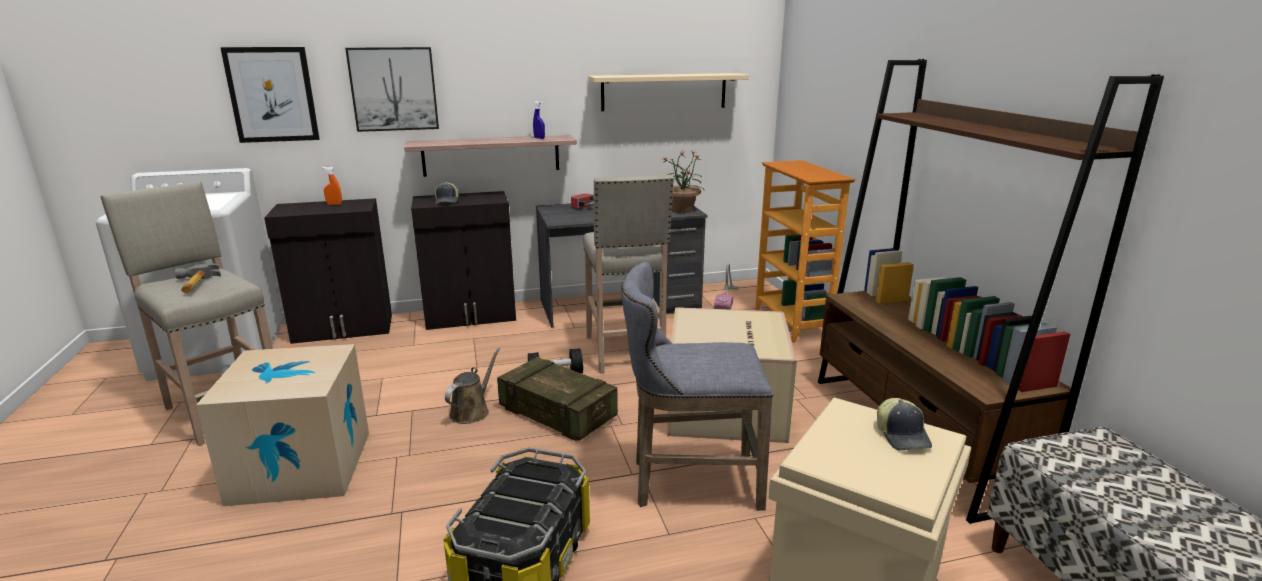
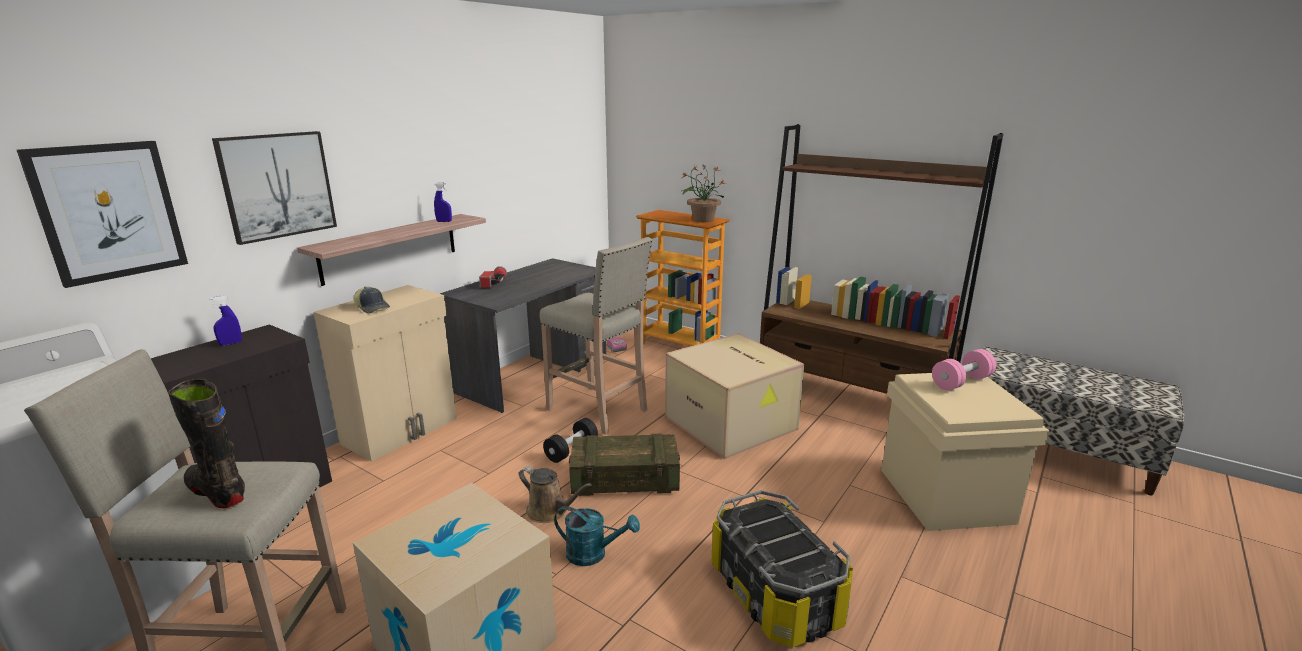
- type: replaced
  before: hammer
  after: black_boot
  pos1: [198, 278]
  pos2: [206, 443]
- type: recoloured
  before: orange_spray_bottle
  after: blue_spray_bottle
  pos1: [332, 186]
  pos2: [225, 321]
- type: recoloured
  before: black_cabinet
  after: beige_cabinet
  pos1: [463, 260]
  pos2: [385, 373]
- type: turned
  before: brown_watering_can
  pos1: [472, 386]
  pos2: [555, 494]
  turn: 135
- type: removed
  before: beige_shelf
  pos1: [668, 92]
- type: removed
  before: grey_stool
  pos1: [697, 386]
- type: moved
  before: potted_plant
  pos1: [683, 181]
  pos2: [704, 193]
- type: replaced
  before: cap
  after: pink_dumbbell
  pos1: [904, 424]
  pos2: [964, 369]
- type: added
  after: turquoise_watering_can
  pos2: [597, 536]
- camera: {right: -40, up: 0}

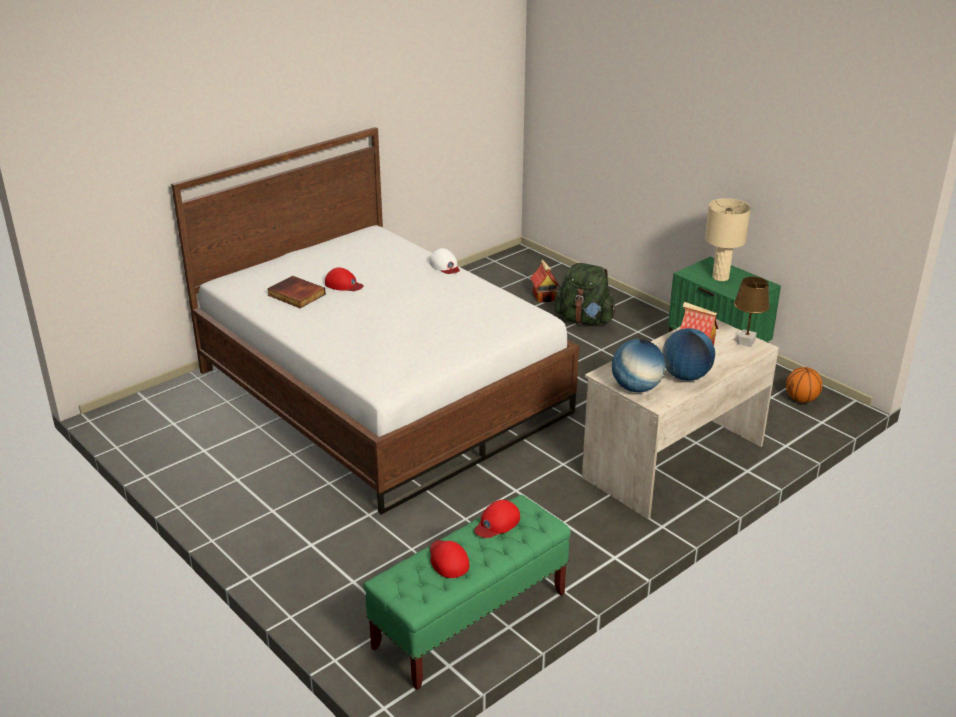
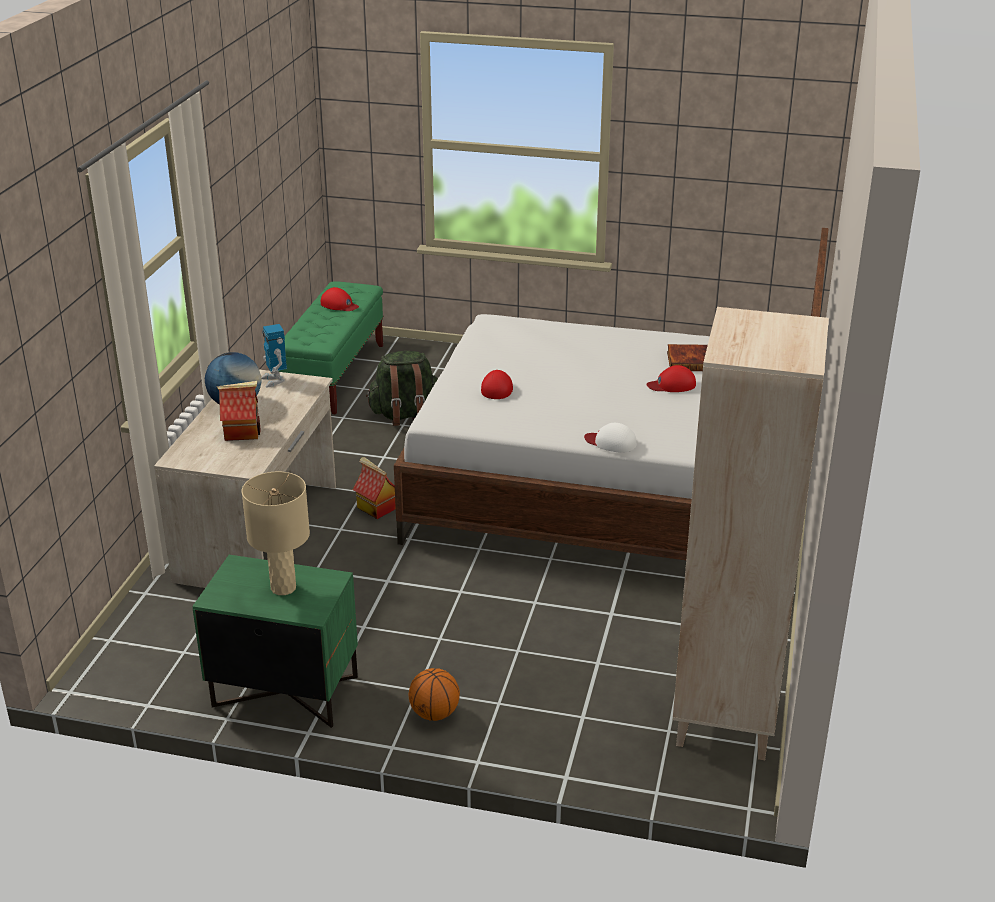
- type: moved
  before: red_cap
  pos1: [497, 519]
  pos2: [497, 384]
- type: moved
  before: toy_house
  pos1: [544, 281]
  pos2: [374, 488]
- type: moved
  before: green_backpack
  pos1: [585, 294]
  pos2: [402, 388]
- type: replaced
  before: globe
  after: toy_robot
  pos1: [638, 365]
  pos2: [274, 356]
- type: removed
  before: brown_table_lamp
  pos1: [752, 312]
- type: moved
  before: basketball
  pos1: [804, 385]
  pos2: [434, 694]
- type: added
  after: beige_bookcase
  pos2: [750, 533]
- camera: {right: 145, up: 0}

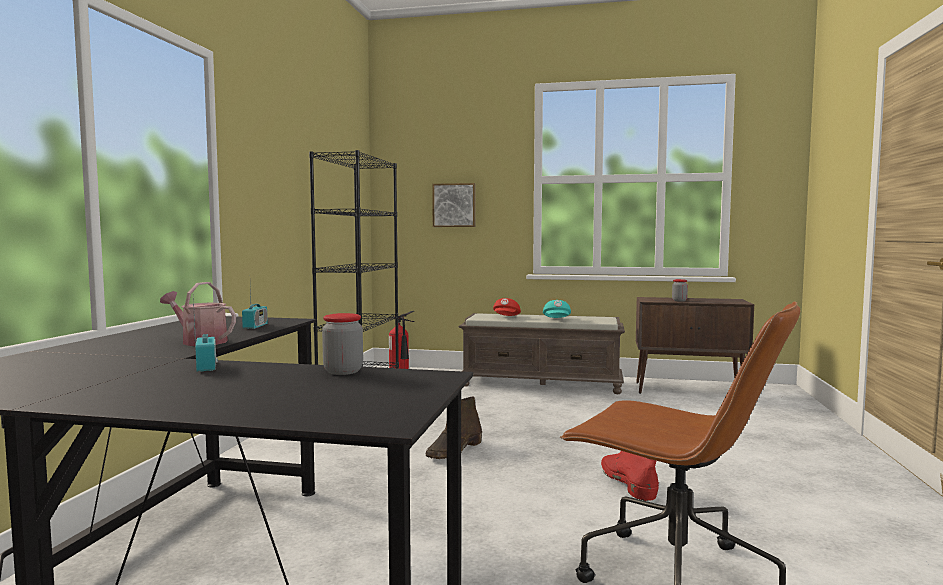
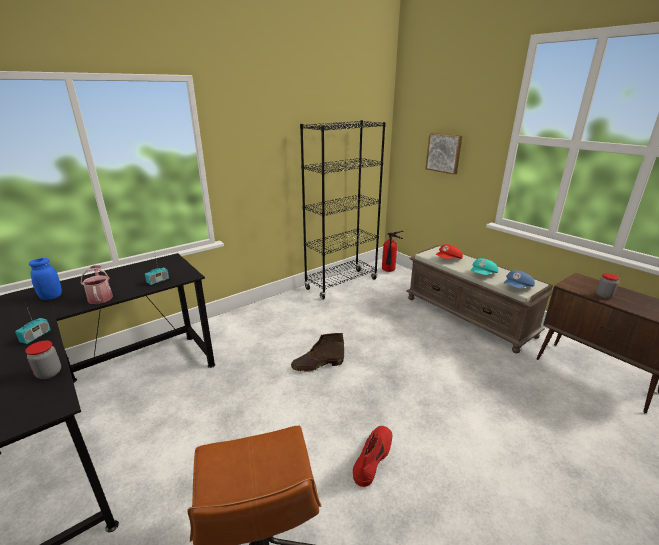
- type: added
  after: blue_jar
  pos2: [45, 279]
- type: added
  after: blue_cap
  pos2: [519, 279]
- camera: {right: 40, up: 20}

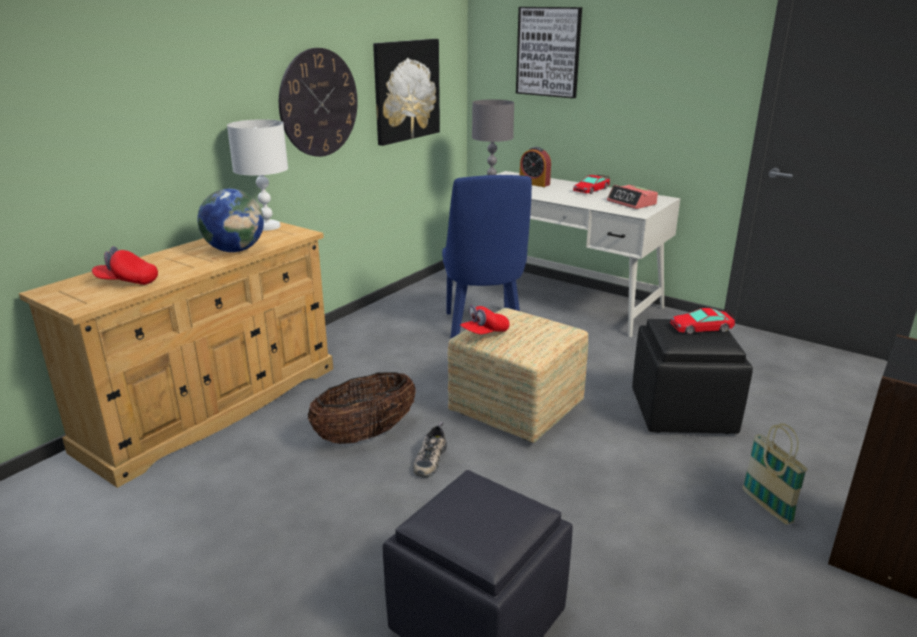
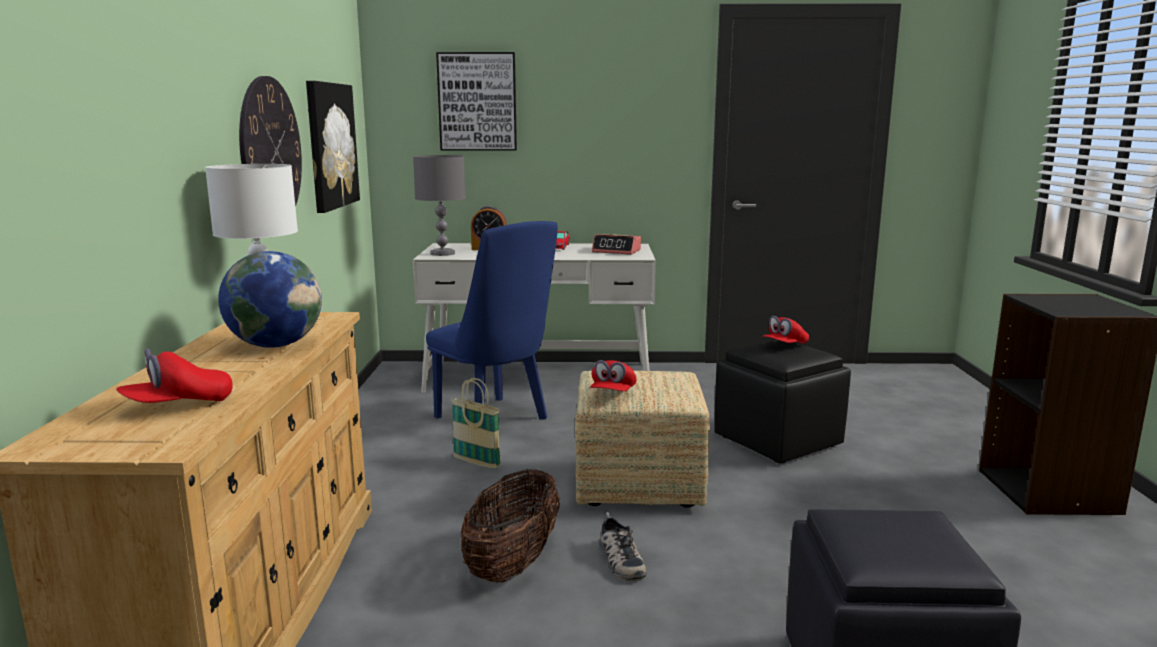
- type: replaced
  before: toy_car
  after: red_cap
  pos1: [702, 321]
  pos2: [785, 330]
- type: moved
  before: basket
  pos1: [775, 474]
  pos2: [476, 423]
- camera: {right: -35, up: -10}

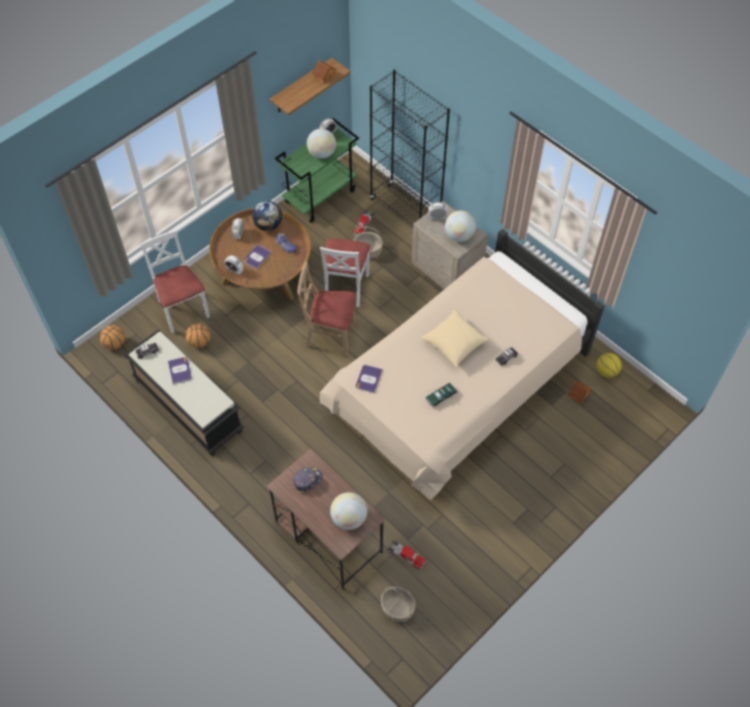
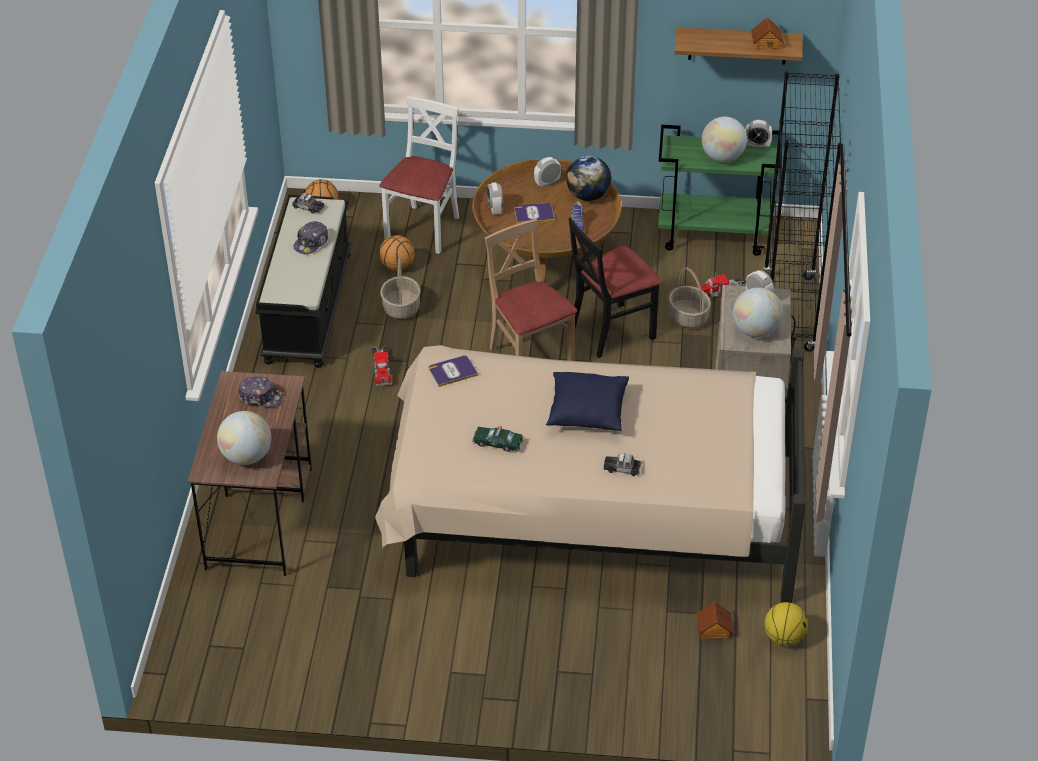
- type: replaced
  before: book
  after: cap
  pos1: [180, 370]
  pos2: [310, 238]
- type: recoloured
  before: white_chair
  after: black_chair
  pos1: [345, 273]
  pos2: [615, 287]
- type: moved
  before: basket
  pos1: [398, 604]
  pos2: [400, 288]
- type: moved
  before: toy_truck
  pos1: [406, 555]
  pos2: [382, 366]
- type: recoloured
  before: beige_pillow
  after: blue_pillow
  pos1: [455, 339]
  pos2: [587, 401]
- camera: {right: 50, up: -15}

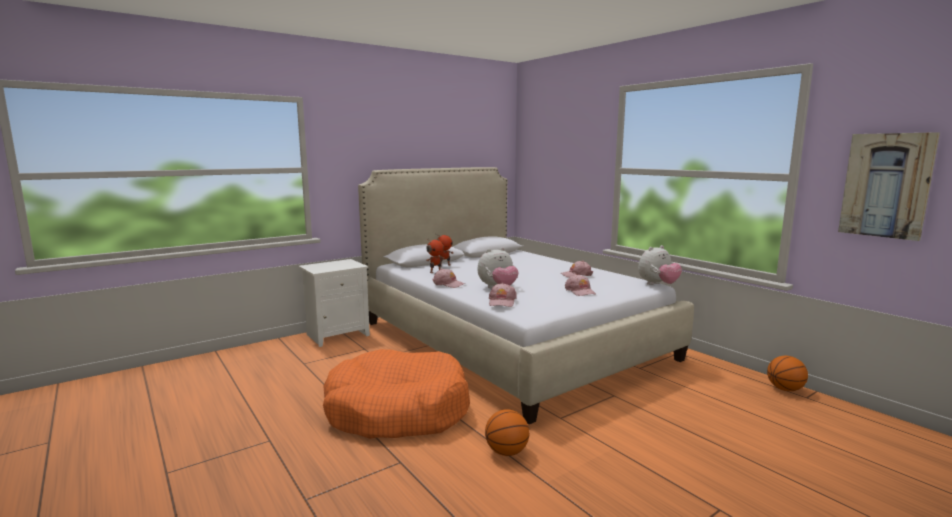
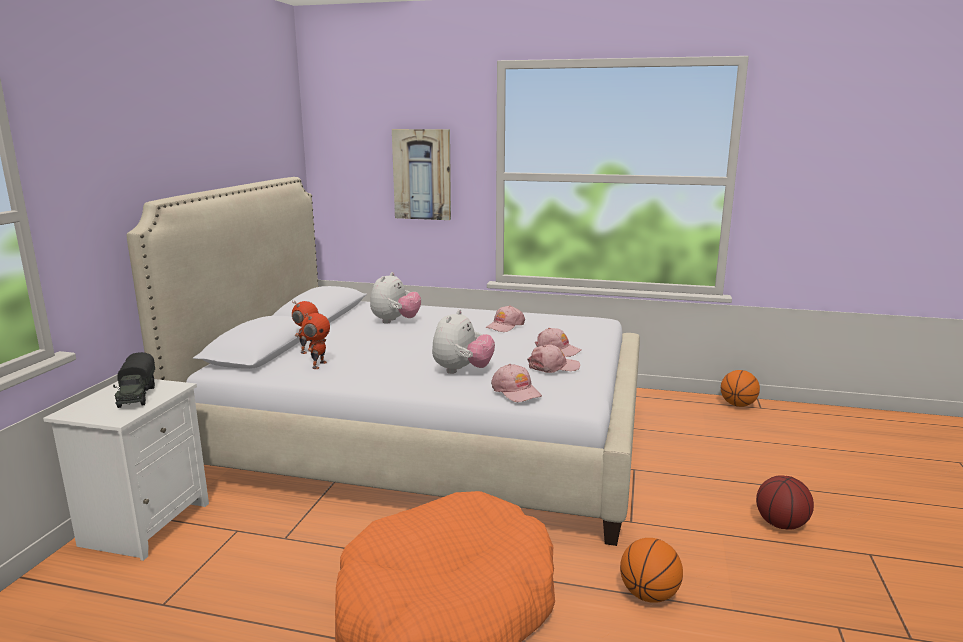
- type: moved
  before: pink_cap
  pos1: [448, 278]
  pos2: [553, 358]
- type: moved
  before: plush_toy
  pos1: [660, 265]
  pos2: [395, 298]
- type: moved
  before: picture
  pos1: [889, 186]
  pos2: [421, 174]
- type: added
  after: toy_truck
  pos2: [134, 380]
- type: added
  after: basketball
  pos2: [785, 502]
- camera: {right: -40, up: 5}

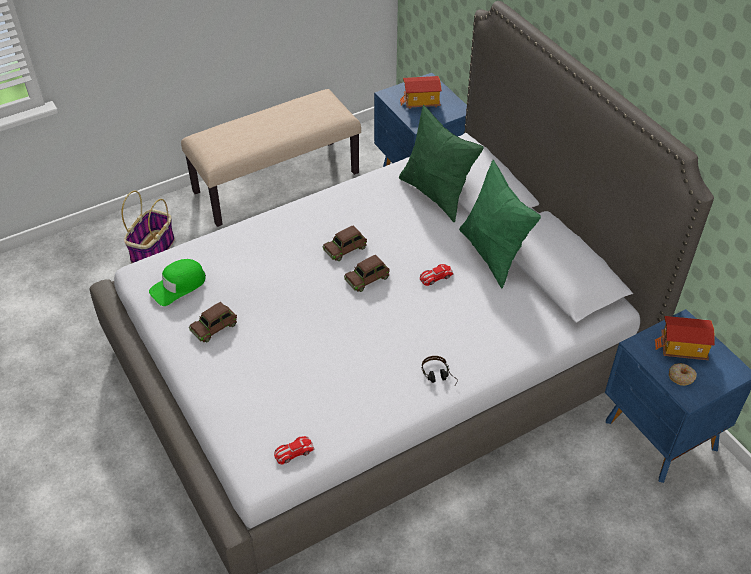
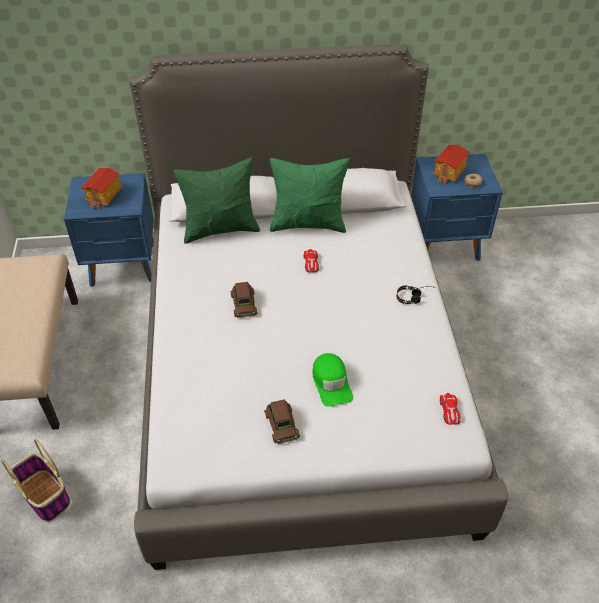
- type: moved
  before: green_cap
  pos1: [177, 282]
  pos2: [332, 380]
- type: removed
  before: brown_toy_car
  pos1: [367, 273]
- camera: {right: -65, up: 0}

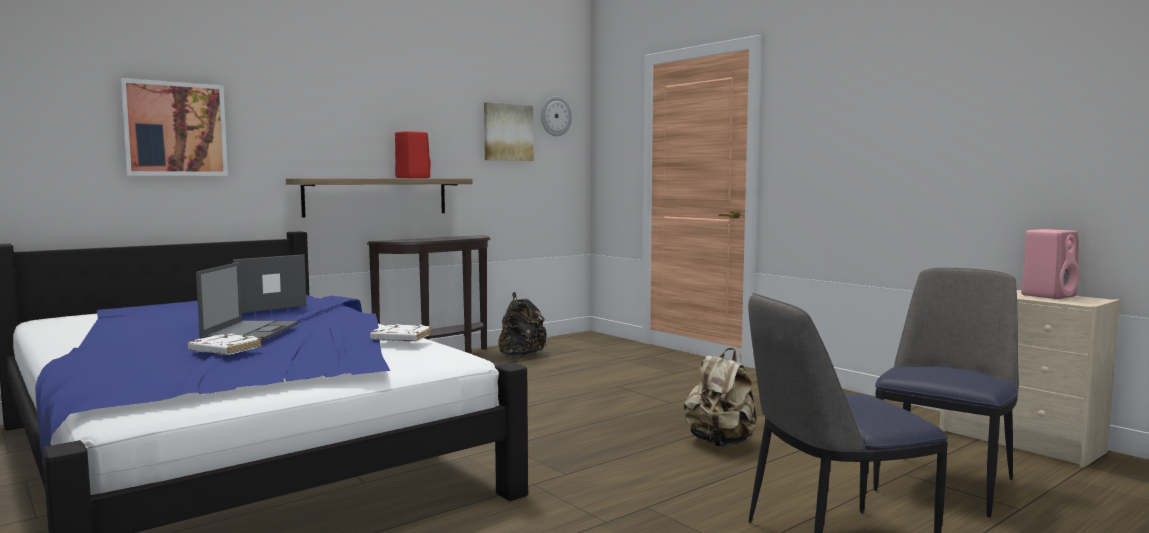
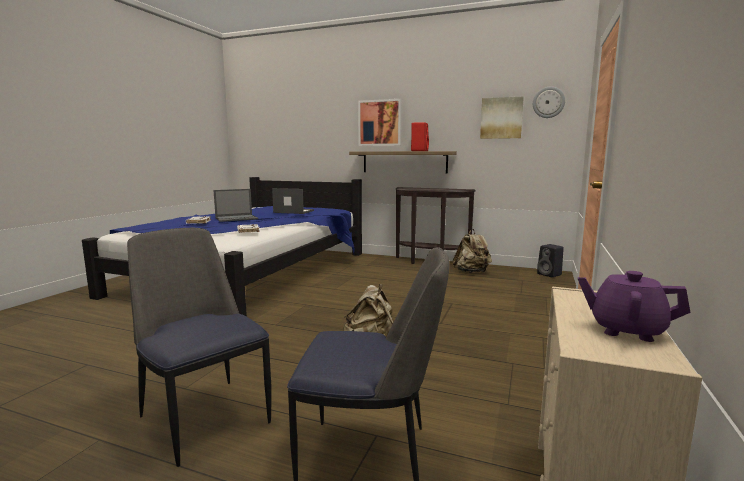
- type: moved
  before: picture
  pos1: [174, 127]
  pos2: [380, 122]
- type: recoloured
  before: black_backpack
  after: beige_backpack
  pos1: [522, 324]
  pos2: [472, 251]
- type: replaced
  before: pink_speaker
  after: purple_teapot
  pos1: [1050, 264]
  pos2: [634, 306]
- type: added
  after: black_speaker
  pos2: [550, 260]
- camera: {right: 60, up: 5}

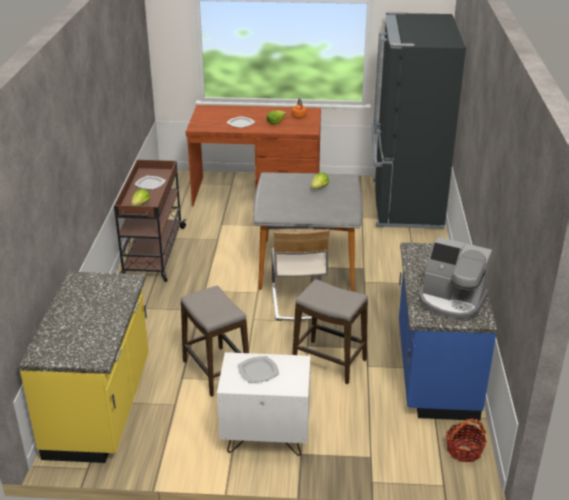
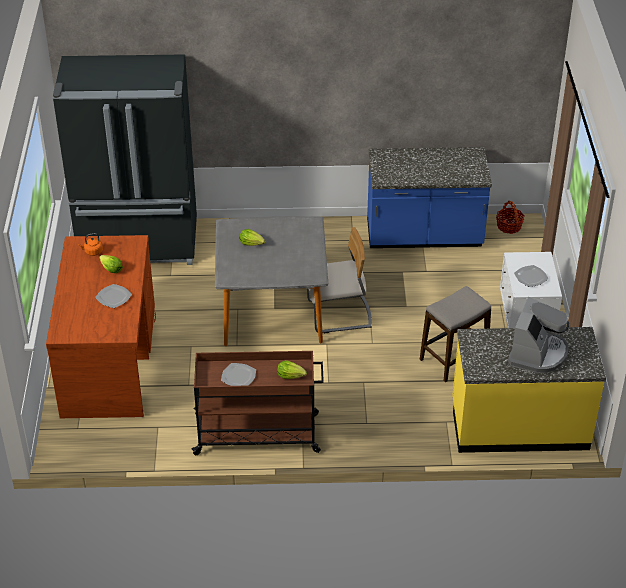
- type: removed
  before: stool
  pos1: [330, 331]
- type: moved
  before: coffee_machine
  pos1: [455, 278]
  pos2: [538, 335]
- camera: {right: -95, up: 10}

